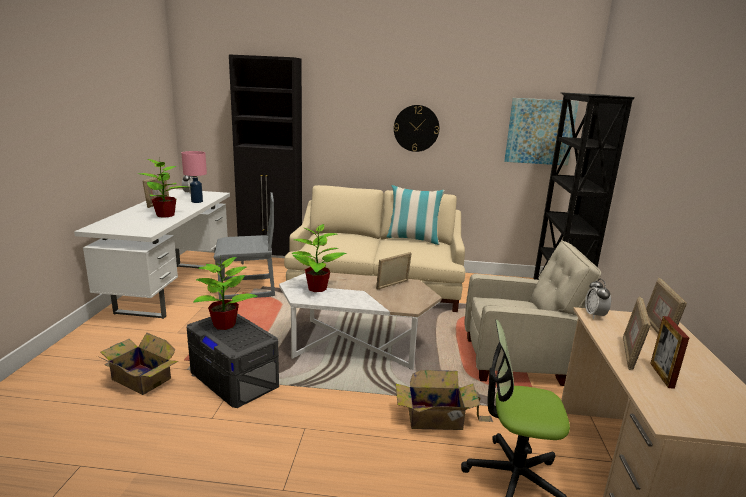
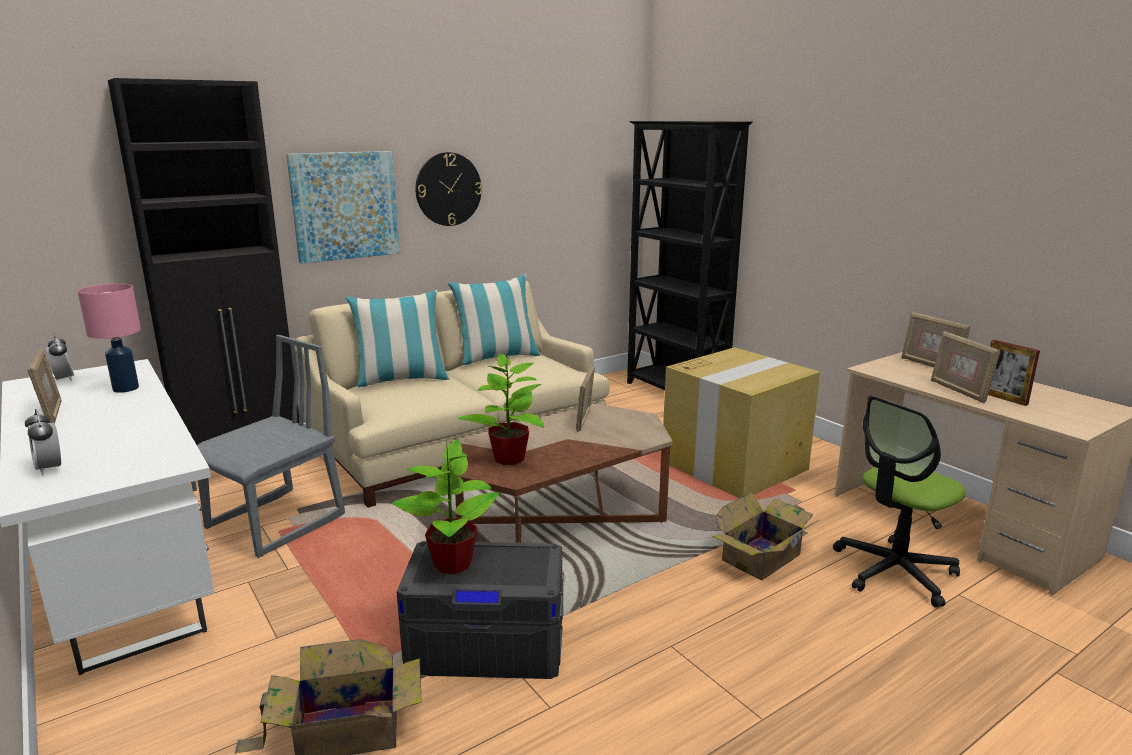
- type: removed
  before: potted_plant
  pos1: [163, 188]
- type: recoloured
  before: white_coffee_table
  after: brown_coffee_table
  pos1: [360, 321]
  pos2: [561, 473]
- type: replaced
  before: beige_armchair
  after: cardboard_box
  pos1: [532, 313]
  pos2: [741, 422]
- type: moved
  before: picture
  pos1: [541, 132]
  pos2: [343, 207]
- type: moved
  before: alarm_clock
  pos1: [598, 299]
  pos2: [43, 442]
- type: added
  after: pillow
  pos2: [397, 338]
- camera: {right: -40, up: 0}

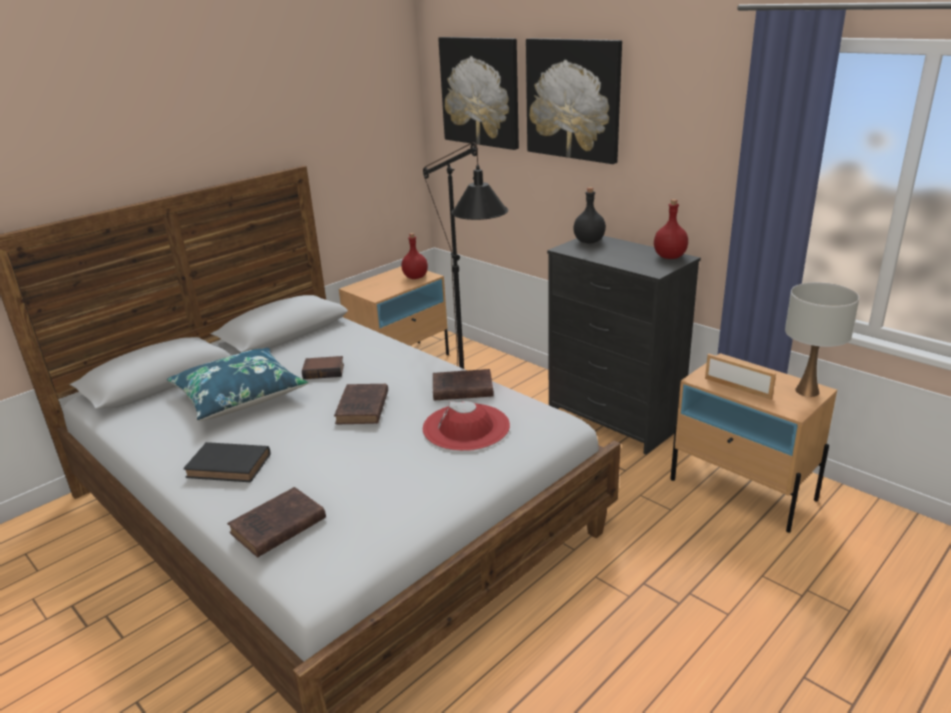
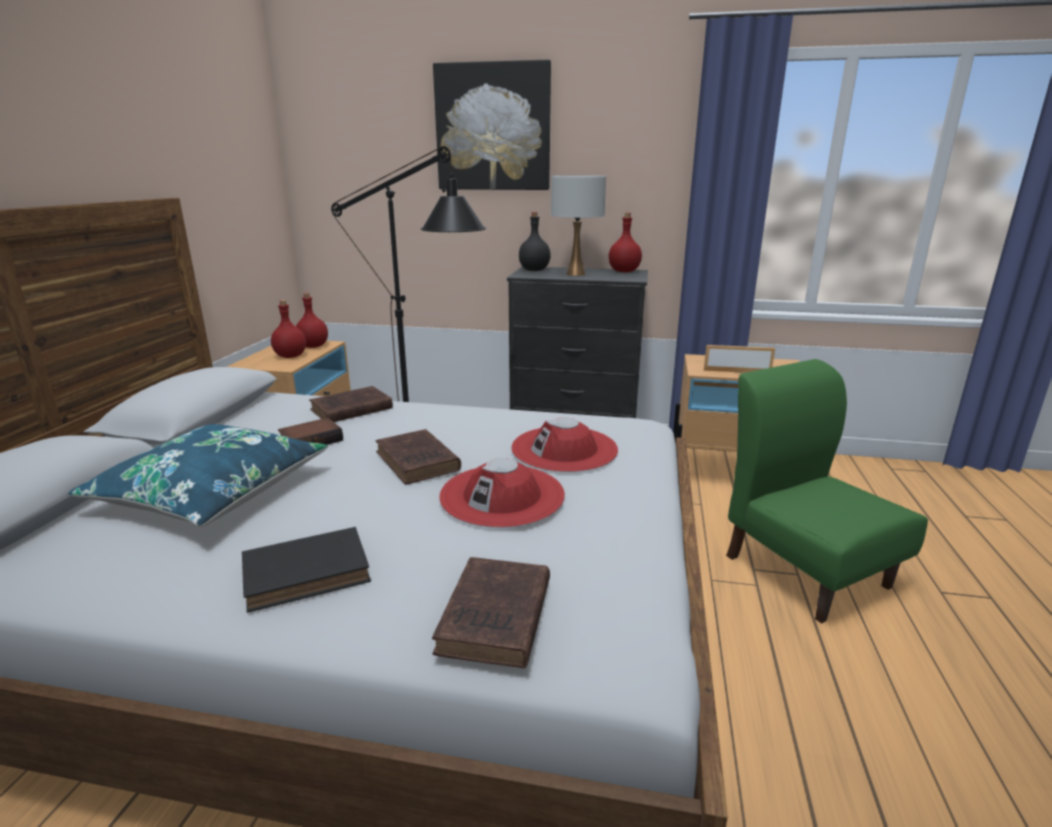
- type: moved
  before: brown_book
  pos1: [463, 385]
  pos2: [351, 404]
- type: removed
  before: picture
  pos1: [478, 93]
- type: moved
  before: white_table_lamp
  pos1: [822, 339]
  pos2: [578, 225]
- type: added
  after: red_bottle
  pos2: [288, 329]
- type: added
  after: red_hat
  pos2: [502, 493]
- type: added
  after: green_chair
  pos2: [827, 491]
- camera: {right: -35, up: -5}

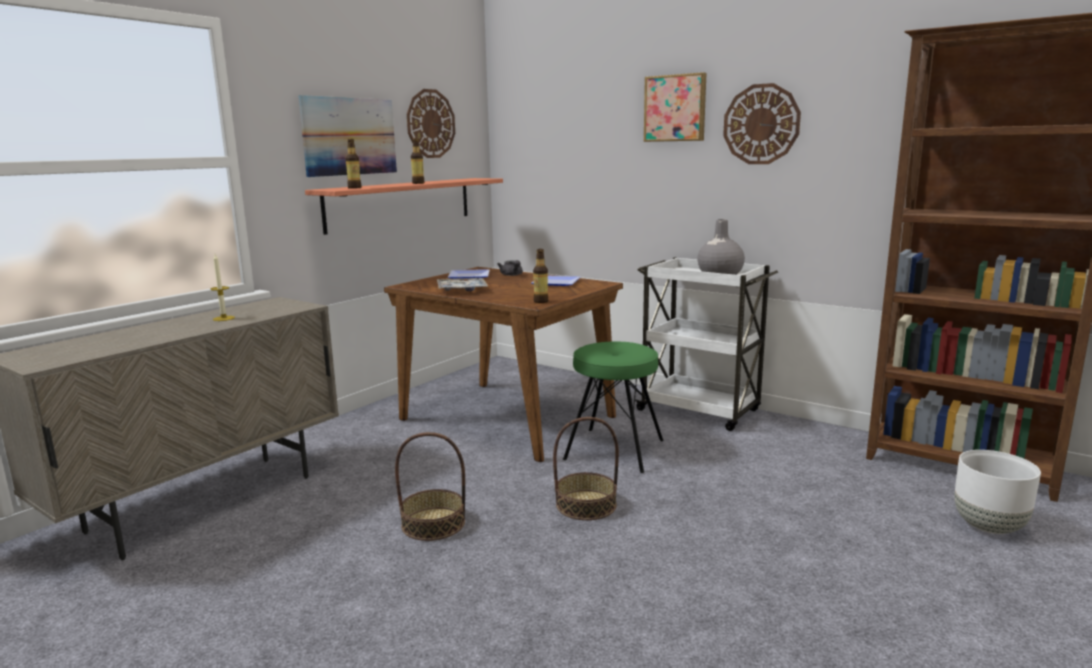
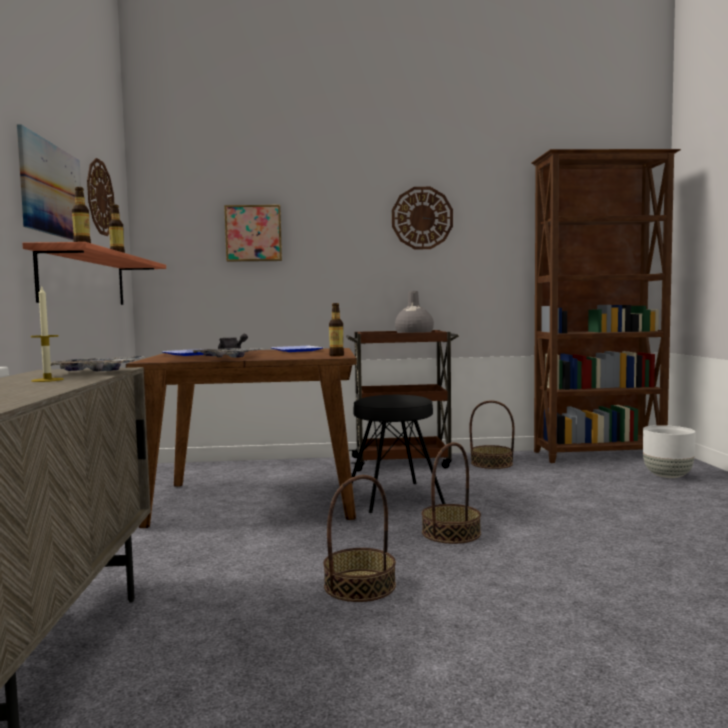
- type: recoloured
  before: green_stool
  after: black_stool
  pos1: [613, 407]
  pos2: [399, 454]
- type: recoloured
  before: white_cart
  after: brown_cart
  pos1: [705, 344]
  pos2: [402, 401]
- type: moved
  before: picture
  pos1: [675, 107]
  pos2: [253, 233]
- type: added
  after: tray
  pos2: [94, 363]
- type: added
  after: basket
  pos2: [492, 435]
- camera: {right: -40, up: -10}

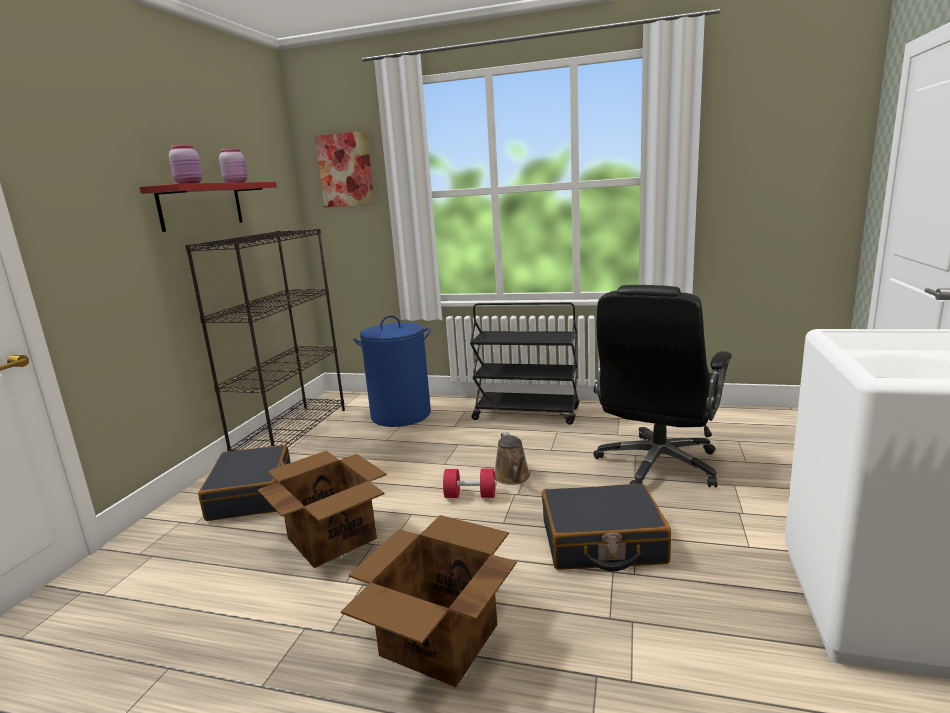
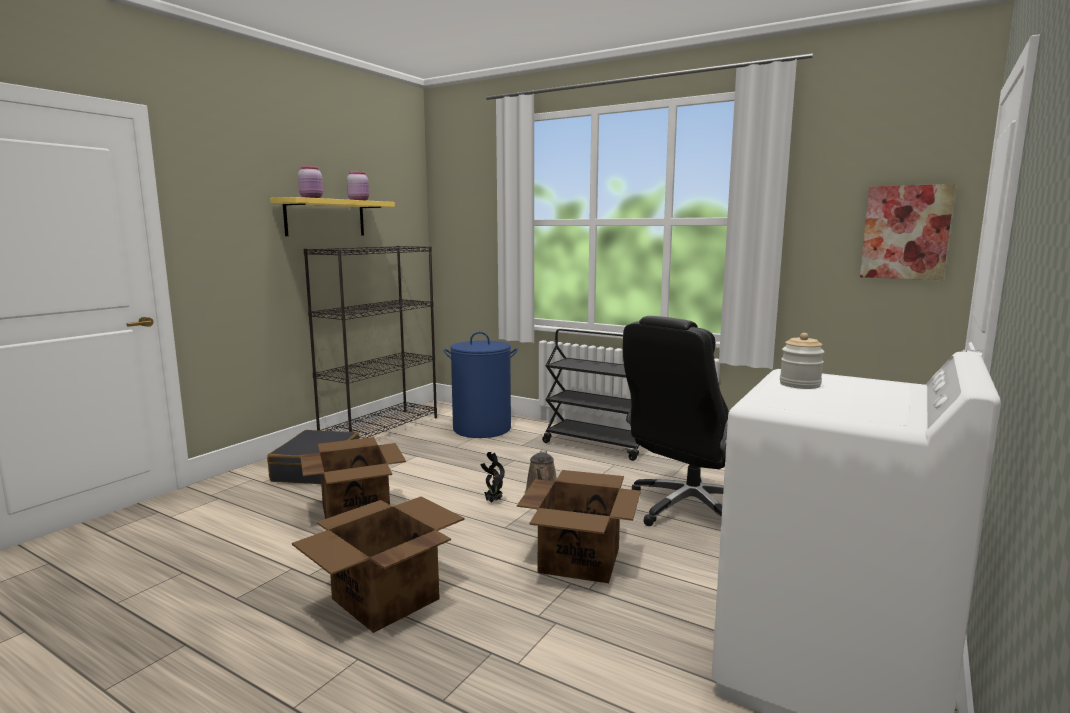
- type: recoloured
  before: red_shelf
  after: yellow_shelf
  pos1: [208, 207]
  pos2: [332, 216]
- type: moved
  before: picture
  pos1: [345, 169]
  pos2: [907, 232]
- type: replaced
  before: red_dumbbell
  after: potted_plant
  pos1: [470, 483]
  pos2: [493, 477]
- type: replaced
  before: black_suitcase
  after: cardboard_box
  pos1: [606, 527]
  pos2: [579, 526]
- type: added
  after: jar
  pos2: [802, 361]
- camera: {right: 15, up: -5}

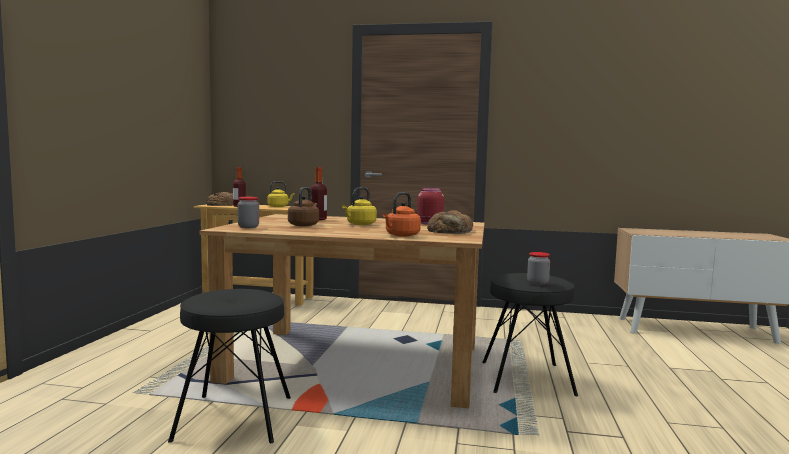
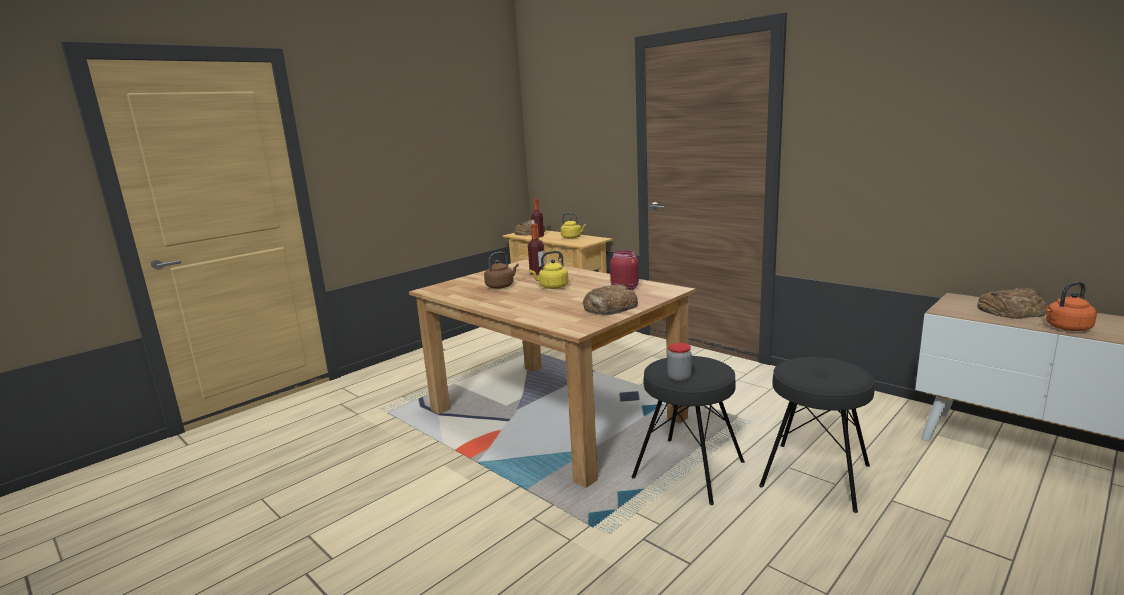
- type: moved
  before: black_stool
  pos1: [229, 366]
  pos2: [817, 435]
- type: removed
  before: jar
  pos1: [248, 212]
- type: moved
  before: orange_kettle
  pos1: [402, 214]
  pos2: [1071, 306]
- type: added
  after: bread
  pos2: [1012, 303]
- camera: {right: 35, up: 10}

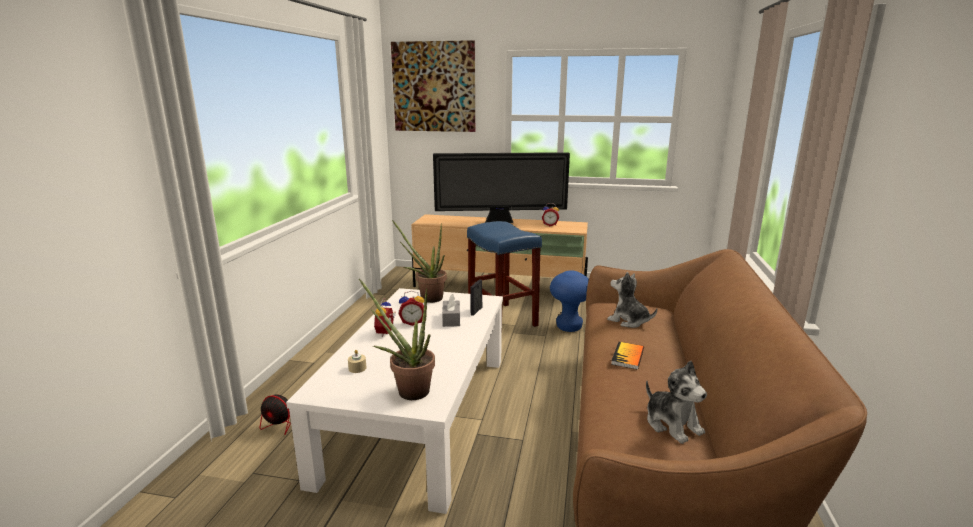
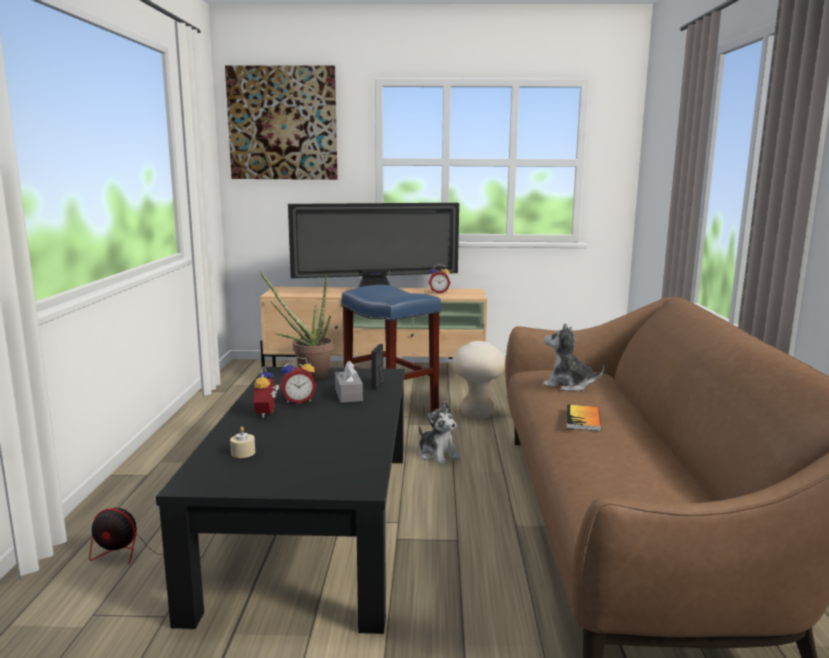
- type: recoloured
  before: white_coffee_table
  after: black_coffee_table
  pos1: [394, 401]
  pos2: [280, 500]
- type: removed
  before: potted_plant
  pos1: [397, 339]
- type: recoloured
  before: blue_stool
  after: beige_stool
  pos1: [569, 301]
  pos2: [478, 380]
- type: moved
  before: plush_toy
  pos1: [676, 402]
  pos2: [440, 433]
- camera: {right: -10, up: -5}

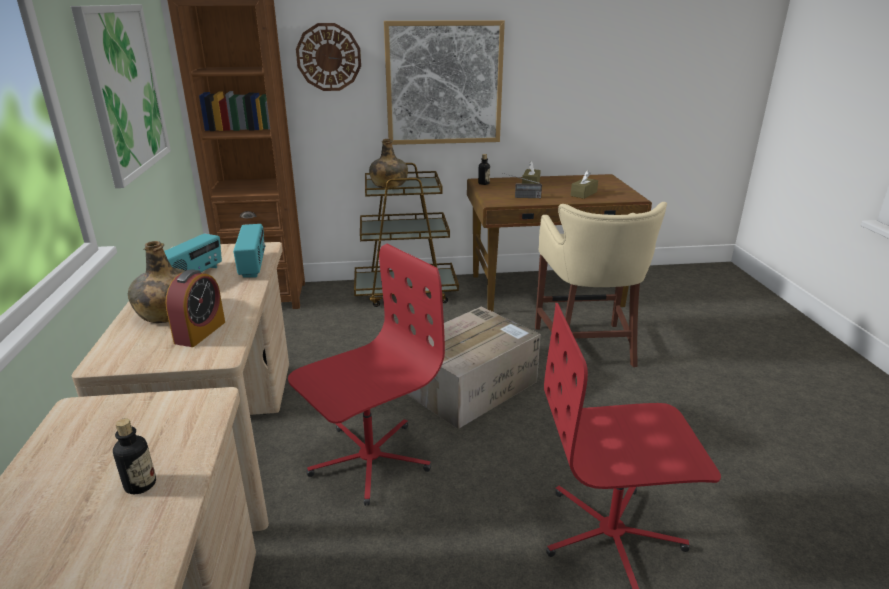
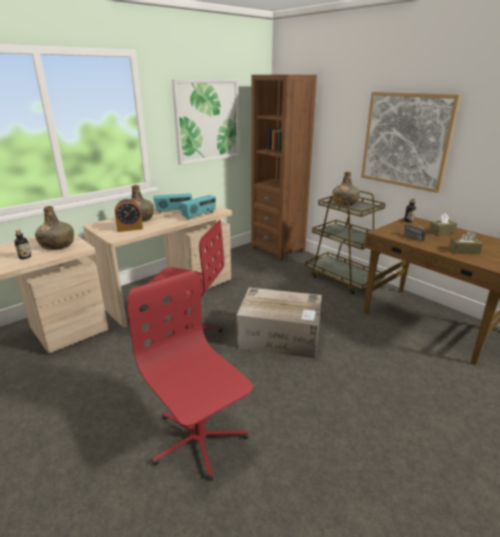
- type: removed
  before: wall_clock
  pos1: [328, 57]
- type: removed
  before: beige_stool
  pos1: [601, 284]
- type: added
  after: green_bottle
  pos2: [54, 228]
- camera: {right: 55, up: 0}

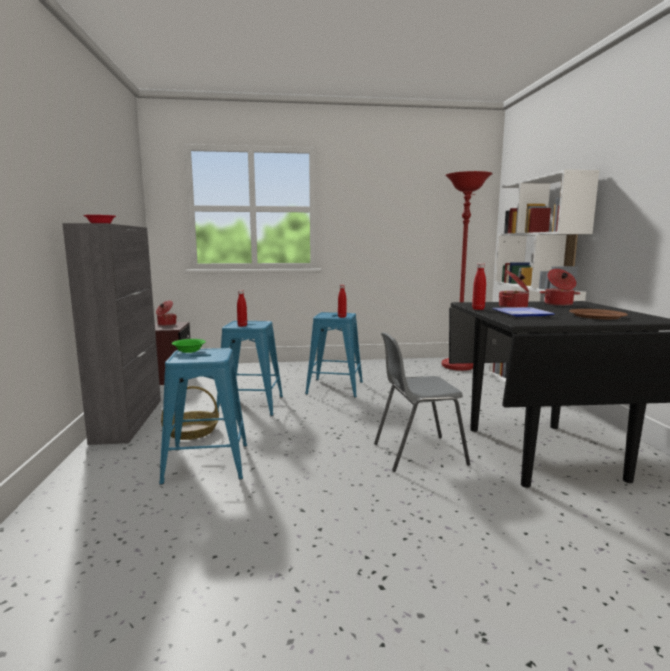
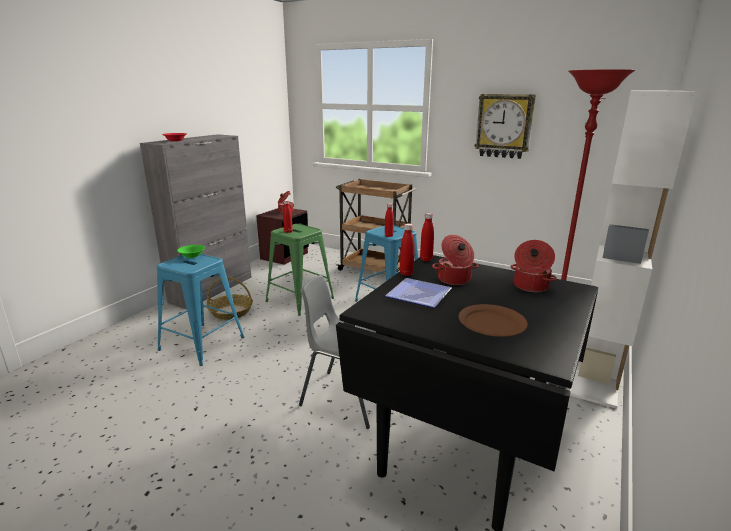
- type: recoloured
  before: blue_stool
  after: green_stool
  pos1: [250, 368]
  pos2: [300, 270]
- type: added
  after: brown_cart
  pos2: [376, 226]
- type: added
  after: red_bottle
  pos2: [427, 237]
- type: added
  after: wall_clock
  pos2: [505, 126]
- camera: {right: 35, up: 10}

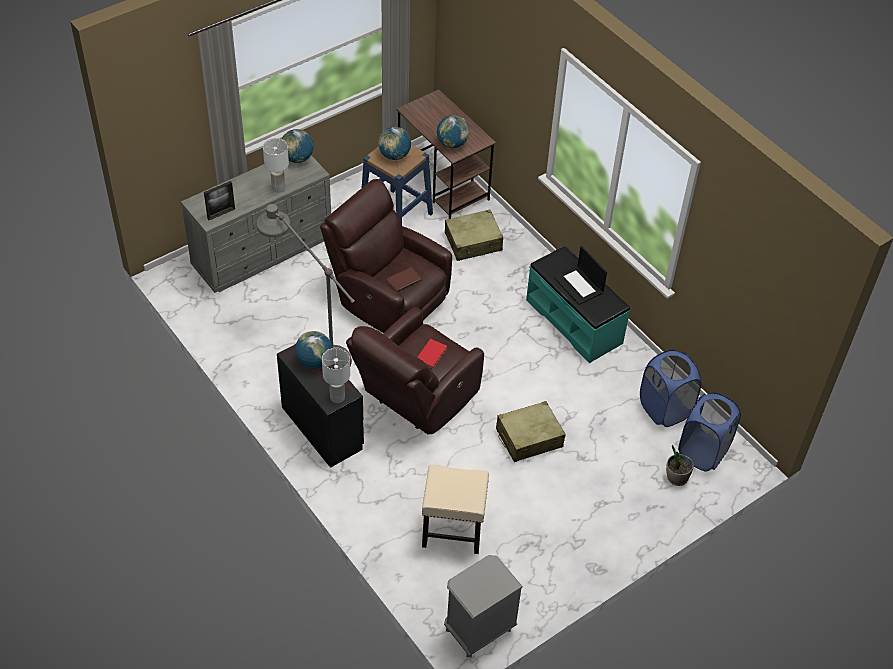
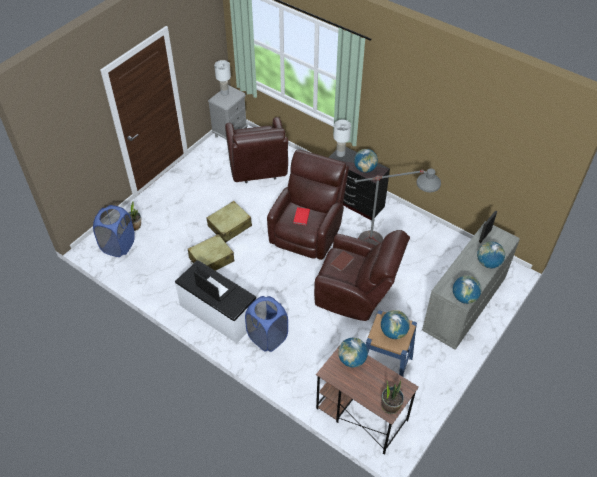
- type: moved
  before: white_table_lamp
  pos1: [276, 165]
  pos2: [222, 78]
- type: replaced
  before: beige_stool
  after: brown_armchair
  pos1: [455, 509]
  pos2: [256, 150]
- type: moved
  before: beige_suitcase
  pos1: [474, 235]
  pos2: [211, 252]
- type: recoloured
  before: turquoise_bench
  after: white_bench
  pos1: [578, 304]
  pos2: [216, 301]
- type: moved
  before: blue_laundry_basket
  pos1: [671, 388]
  pos2: [266, 324]
- type: added
  after: potted_plant
  pos2: [392, 397]
- type: added
  after: globe
  pos2: [491, 254]
- camera: {right: 165, up: 0}

